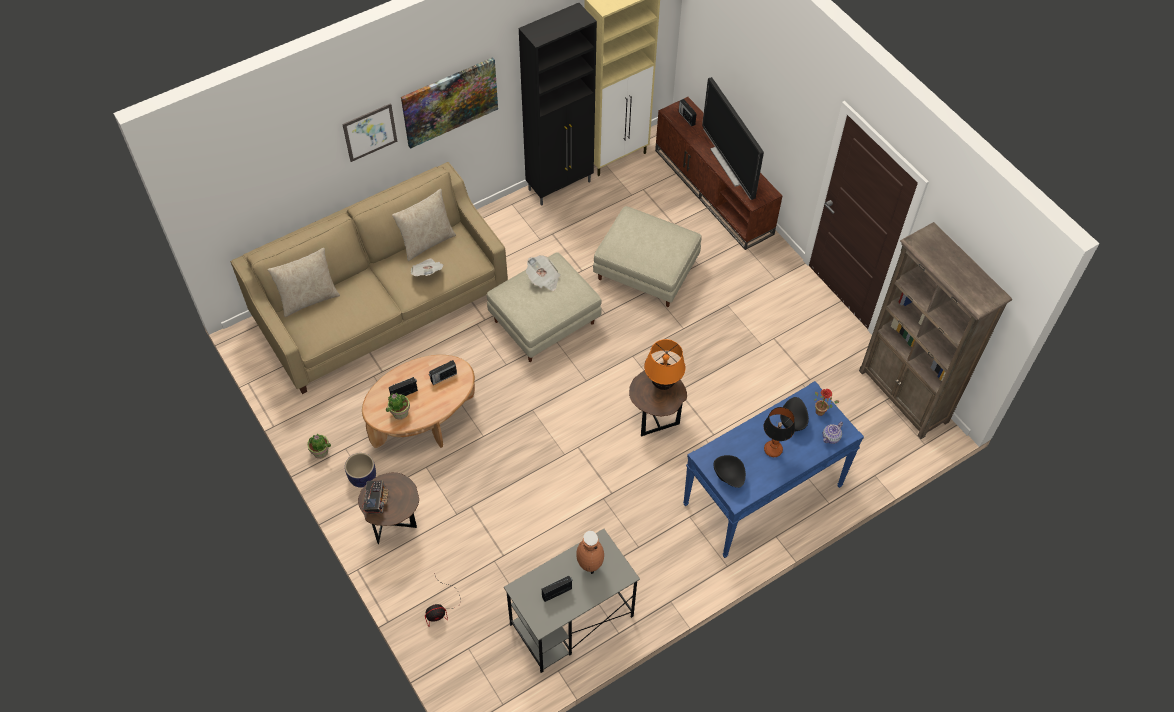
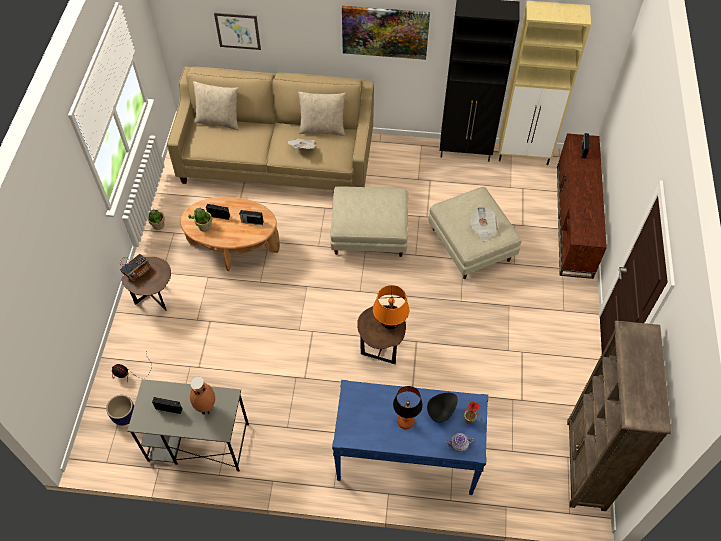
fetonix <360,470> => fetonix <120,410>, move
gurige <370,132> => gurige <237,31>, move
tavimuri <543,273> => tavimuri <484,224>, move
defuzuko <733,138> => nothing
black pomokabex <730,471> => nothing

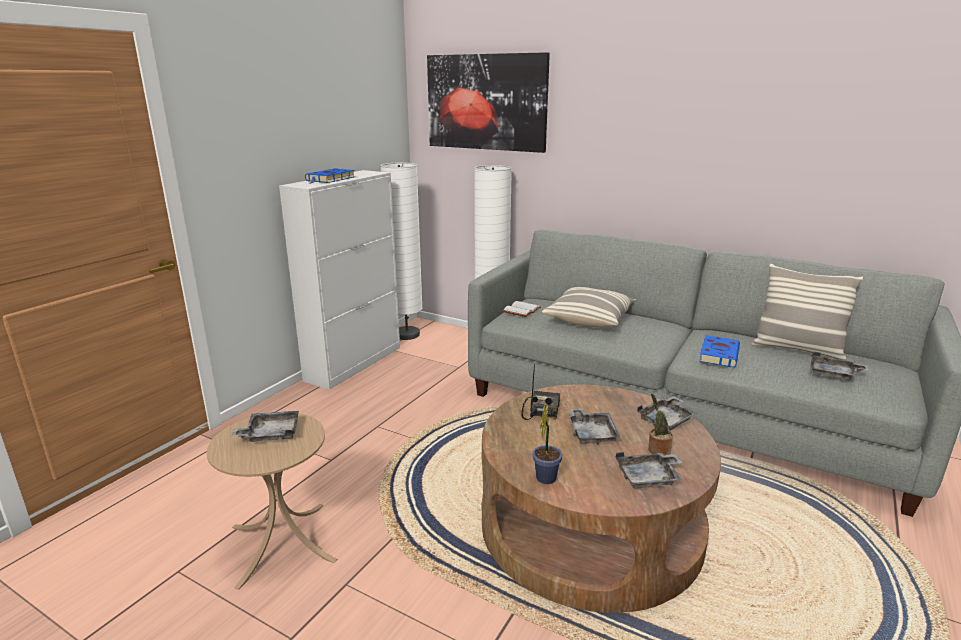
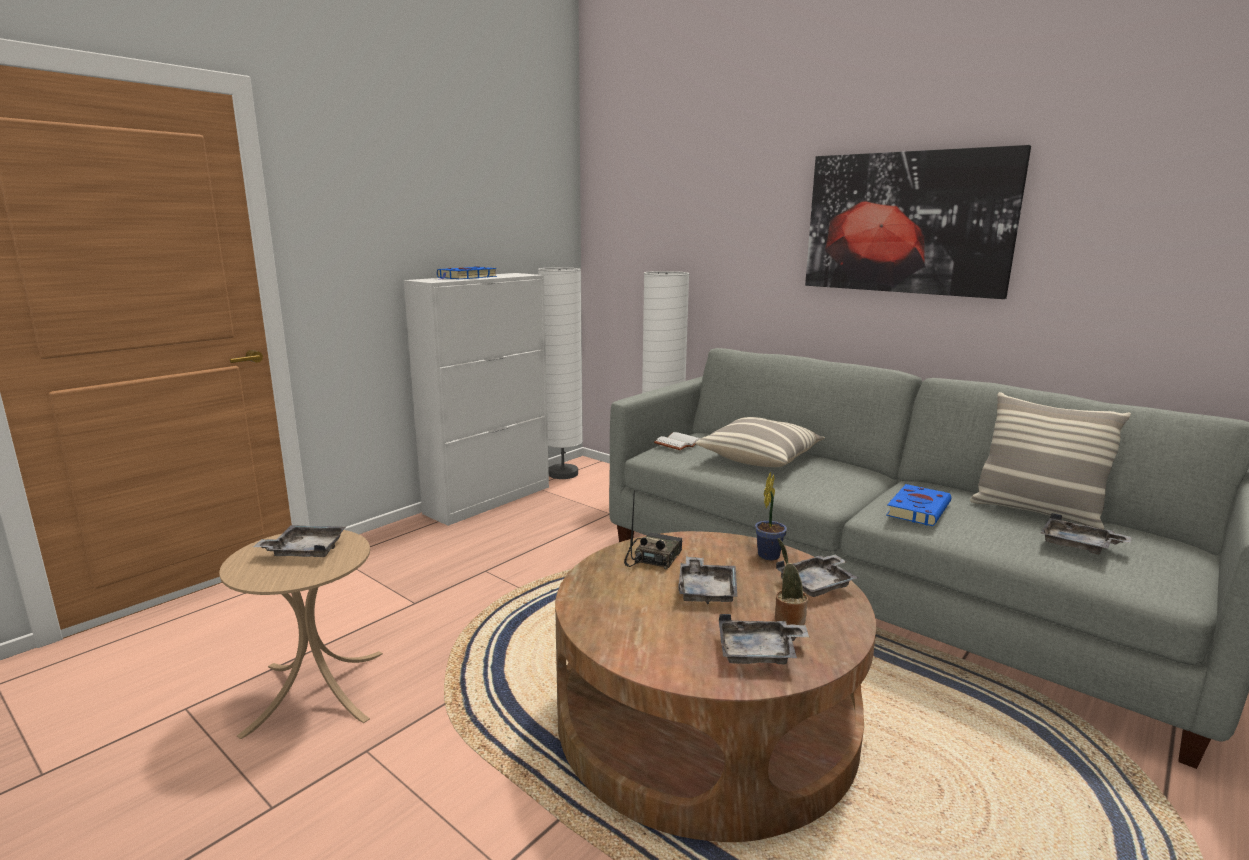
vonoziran <547,444> => vonoziran <771,516>, move
gurige <488,102> => gurige <918,222>, move

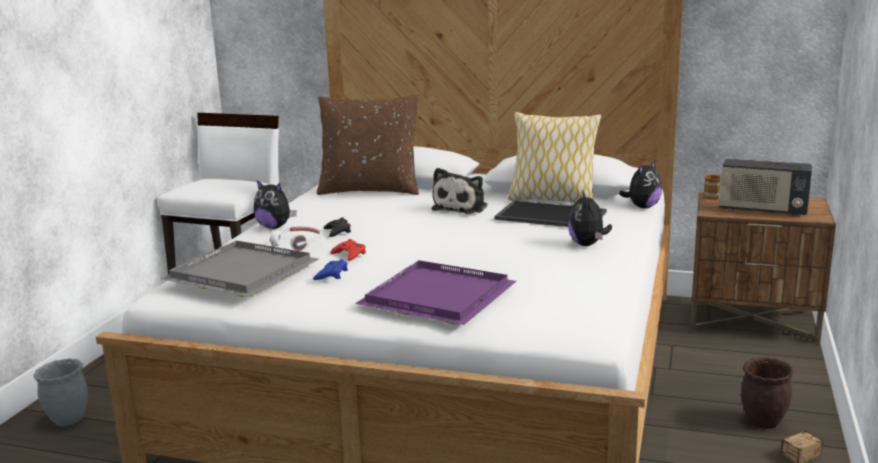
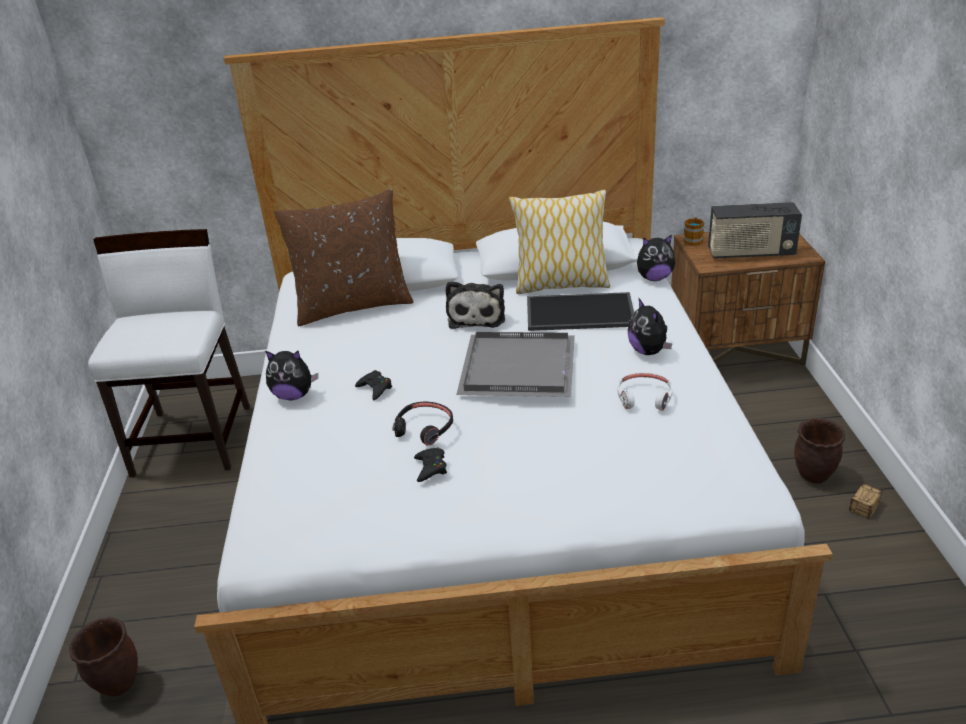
grey fetonix <61,392> => brown fetonix <103,656>
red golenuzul <348,250> => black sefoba <422,423>
blue golenuzul <330,269> => black golenuzul <430,464>
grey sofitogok <239,269> => grey sofitogok <515,364>, move
white sefoba <295,238> => white sefoba <645,391>, move
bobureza <640,184> => bobureza <656,258>, 60 degrees clockwise
purple sofitogok <435,292> => nothing

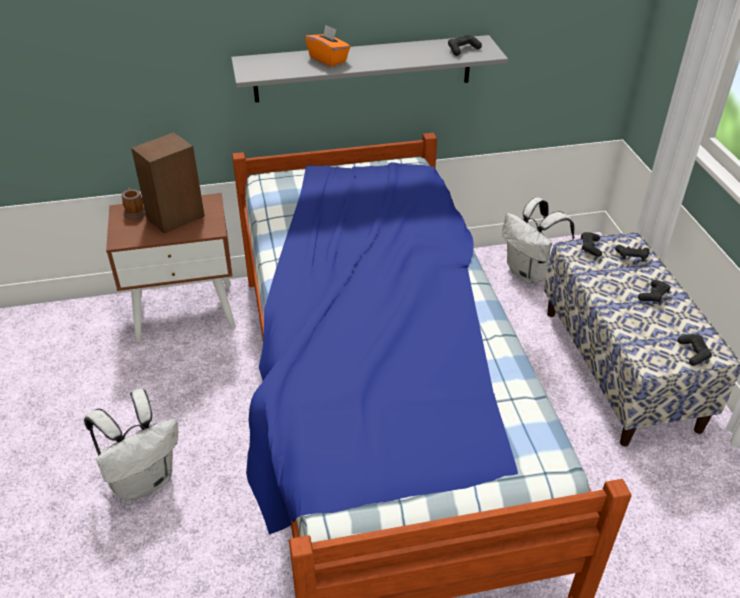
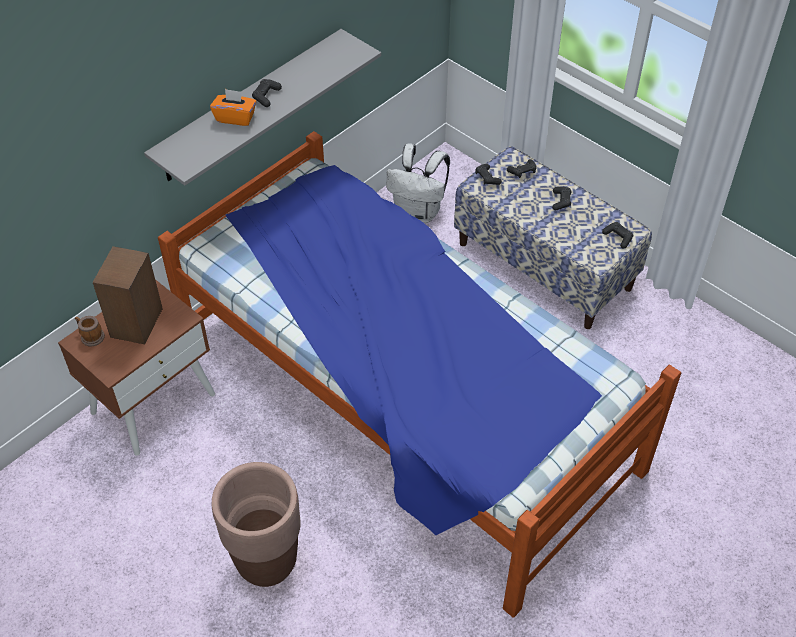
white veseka <131,445> => brown fetonix <256,524>
black golenuzul <465,45> => black golenuzul <267,93>, move

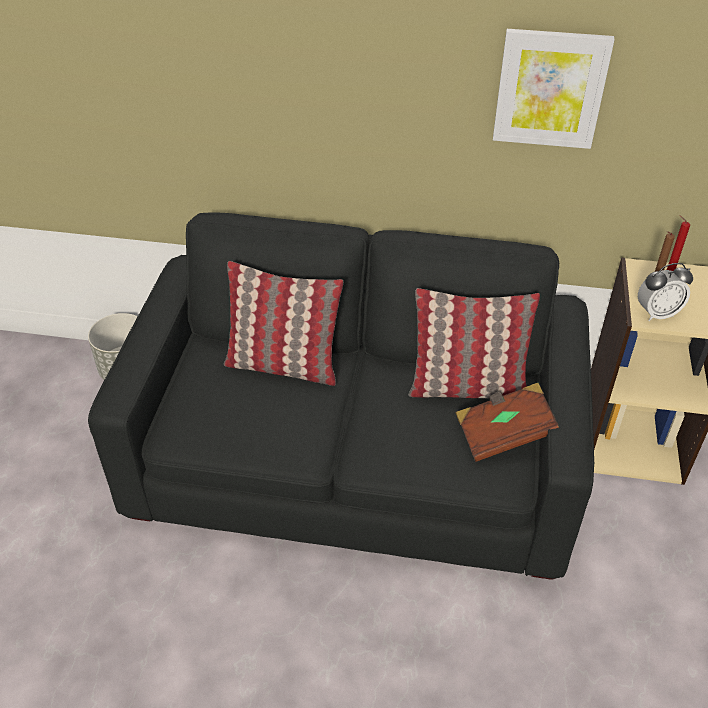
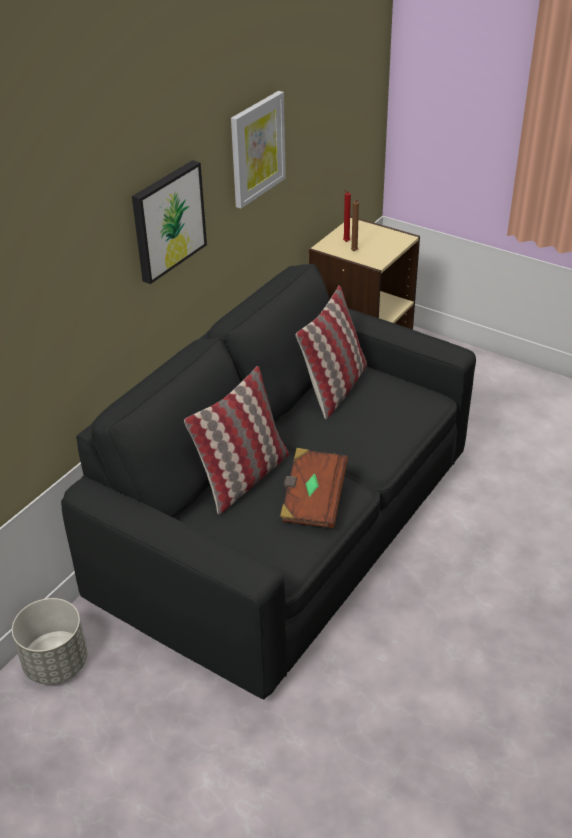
nothing => gurige <169,222>
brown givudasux <507,422> => brown givudasux <314,488>, move
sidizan <665,292> => nothing

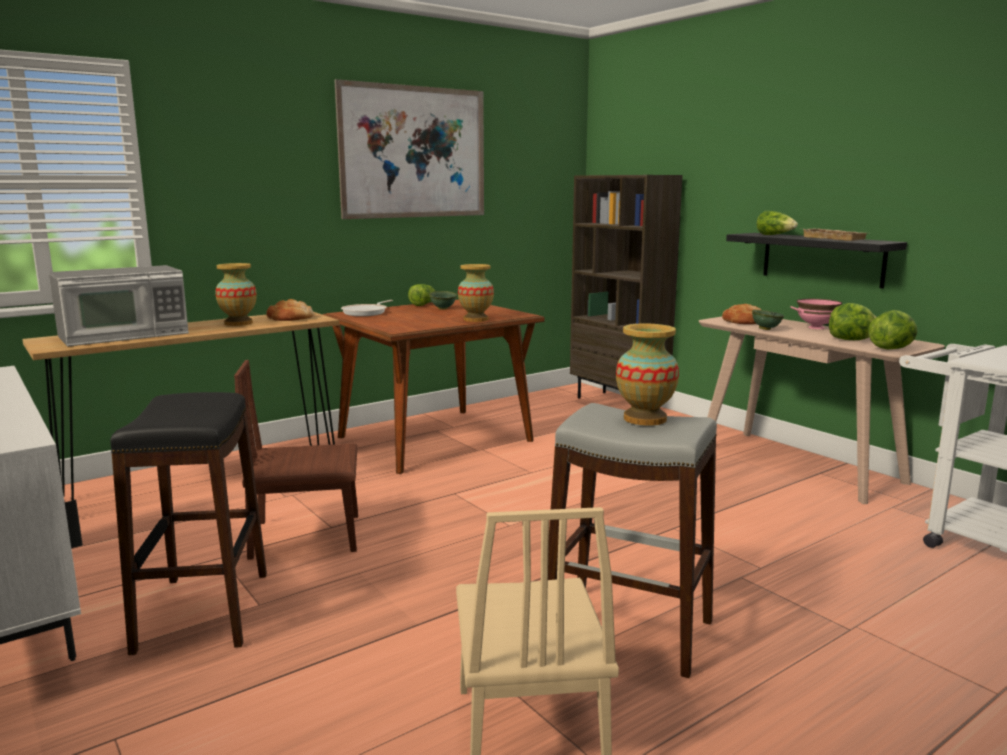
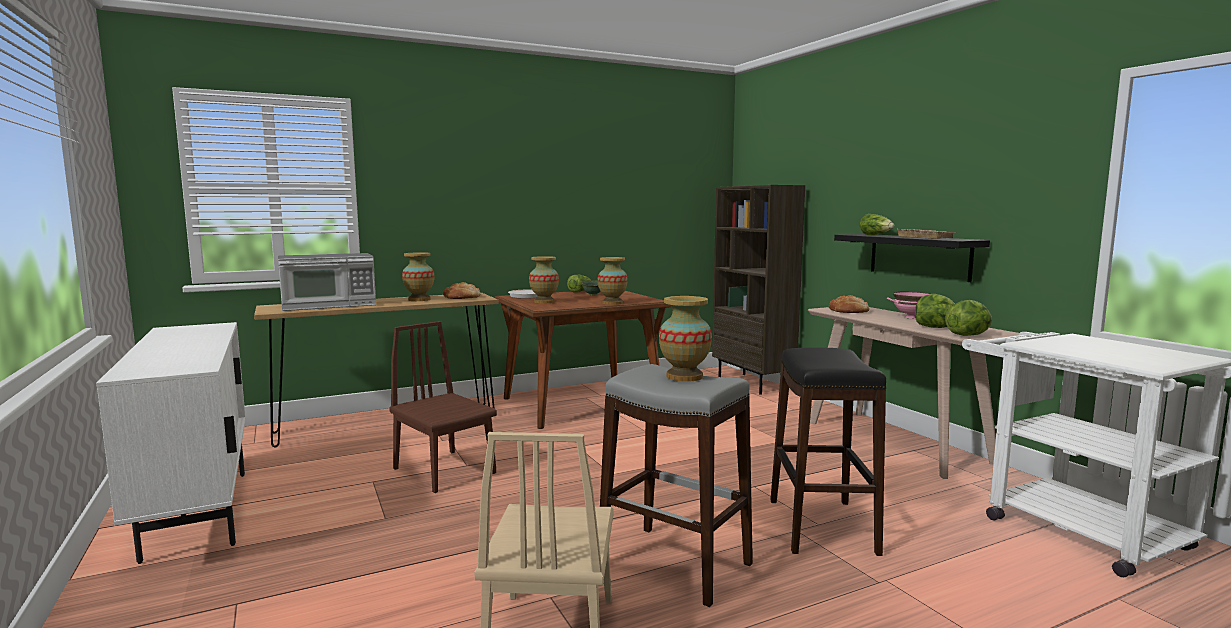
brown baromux <296,460> => brown baromux <443,407>, 45 degrees clockwise
nothing => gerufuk <544,280>
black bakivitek <188,523> => black bakivitek <828,451>, move
gurige <409,149> => nothing
green pomokabex <768,320> => nothing

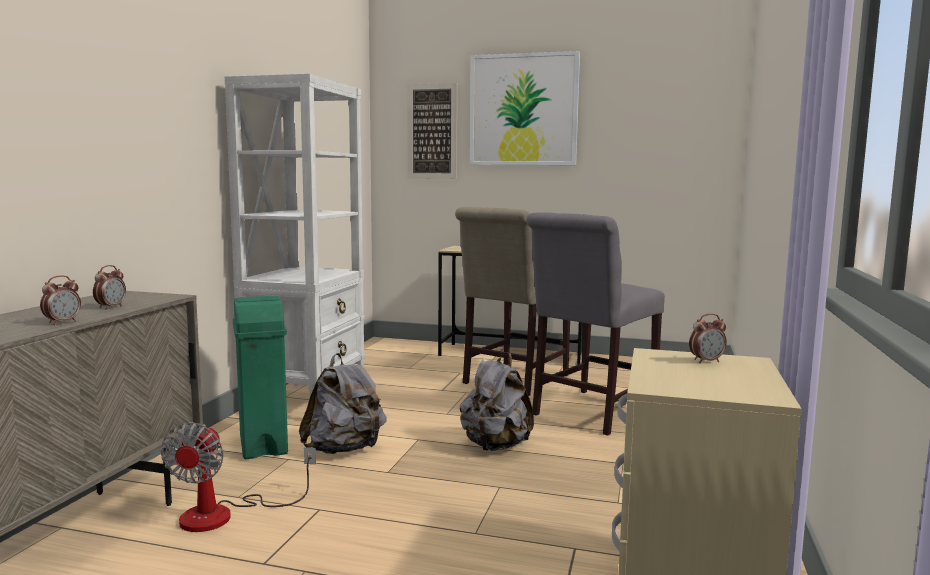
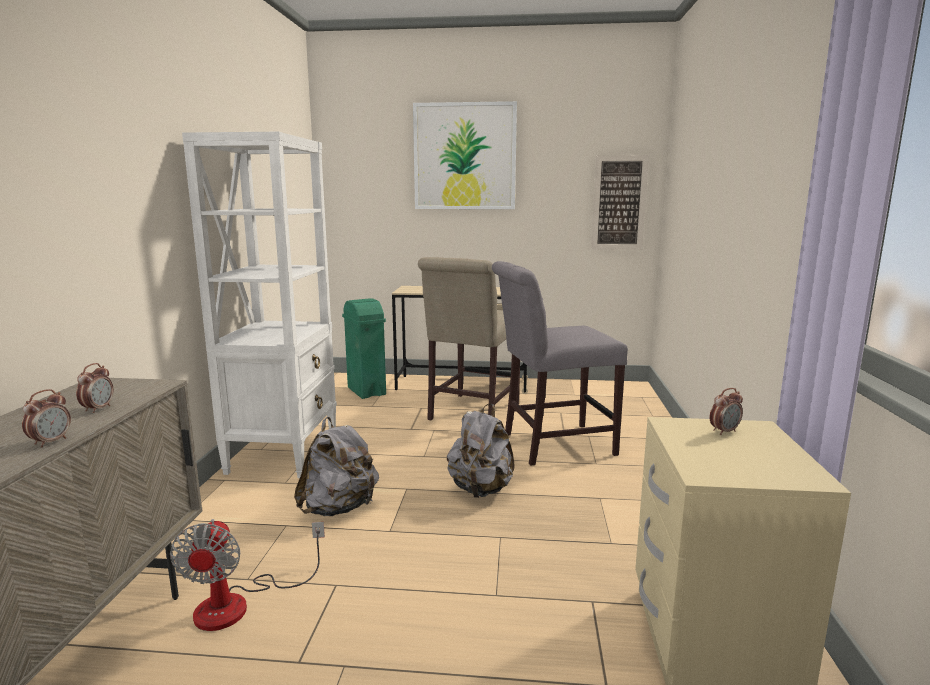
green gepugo <260,377> => green gepugo <364,348>, move
grey baromux <595,324> => grey baromux <560,363>, 45 degrees clockwise
gurige <432,131> => gurige <620,202>, move

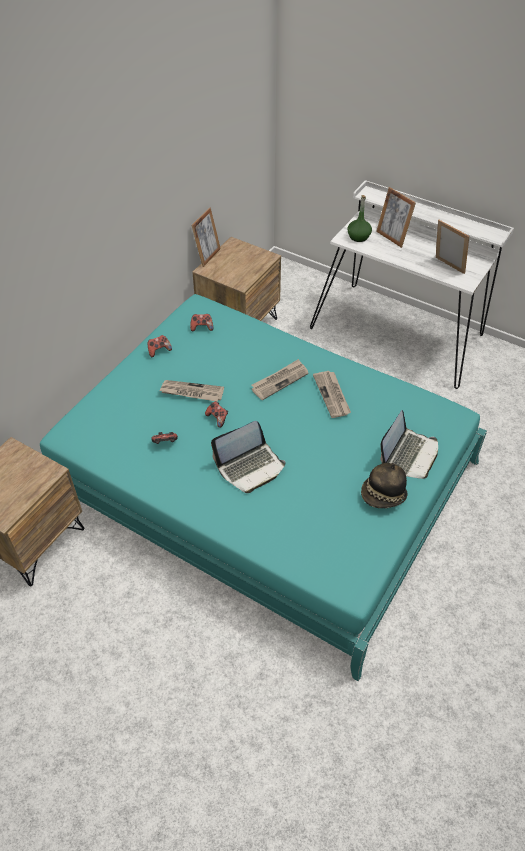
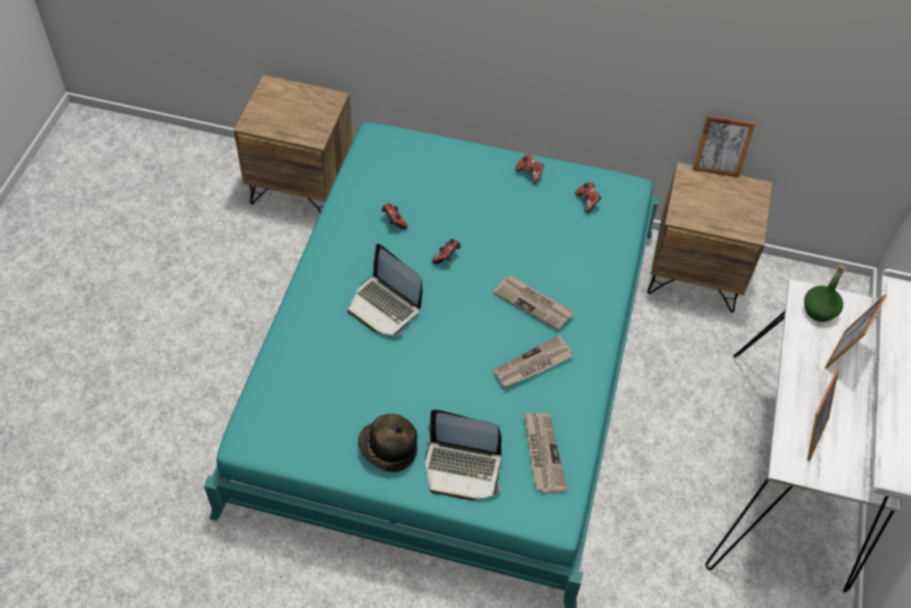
tavimuri <191,391> => tavimuri <545,453>, move

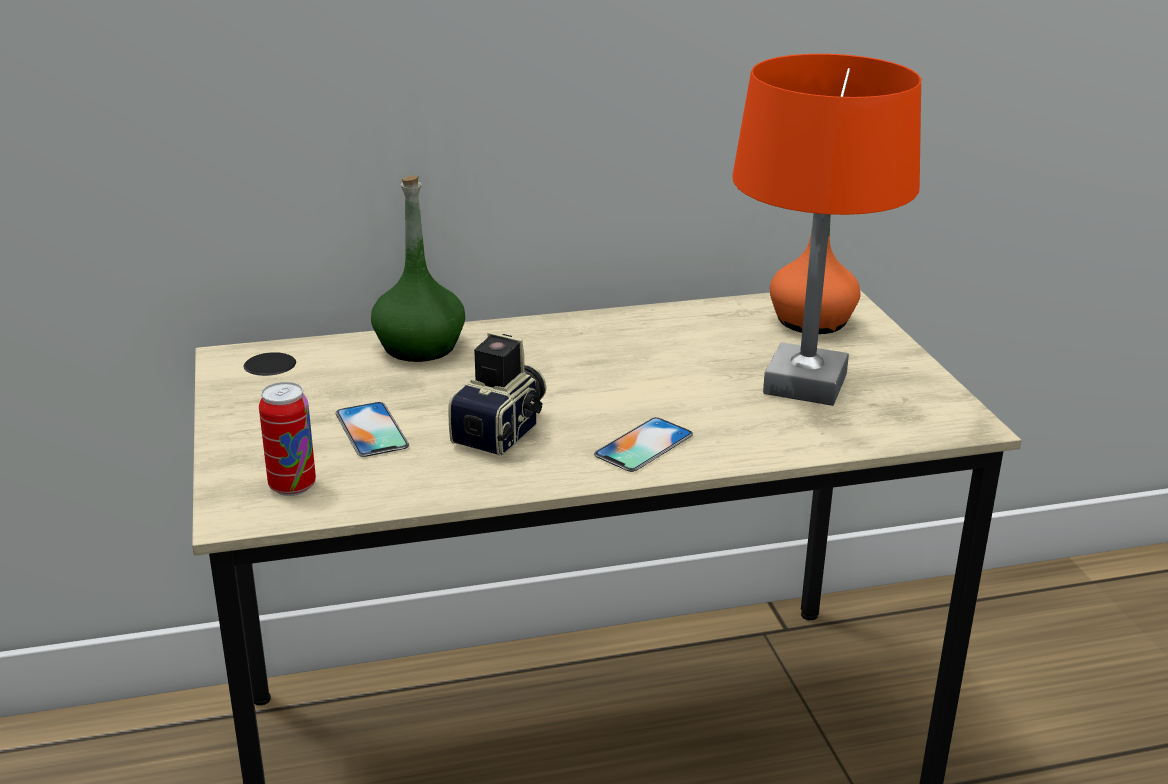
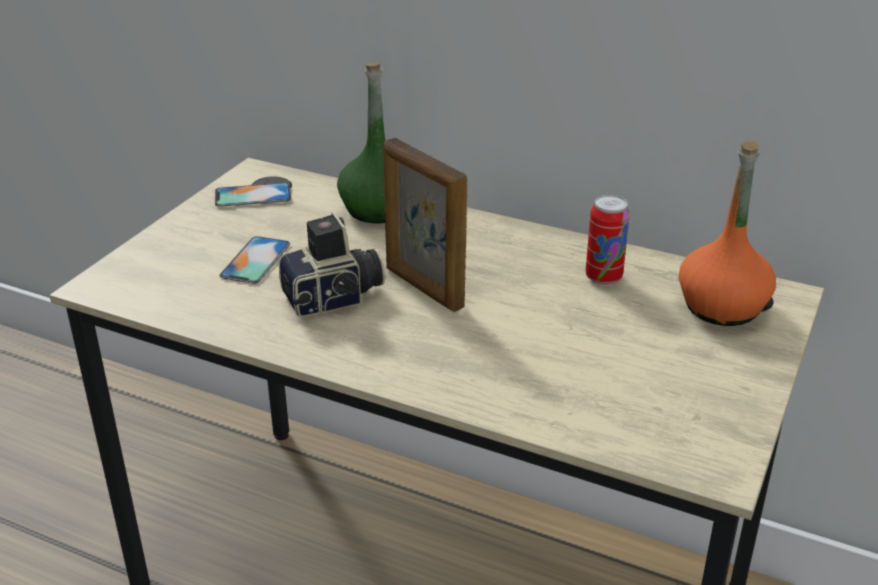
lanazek <643,444> => lanazek <253,195>, move
nothing => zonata <425,225>
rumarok <287,439> => rumarok <607,240>, move
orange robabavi <826,230> => nothing

